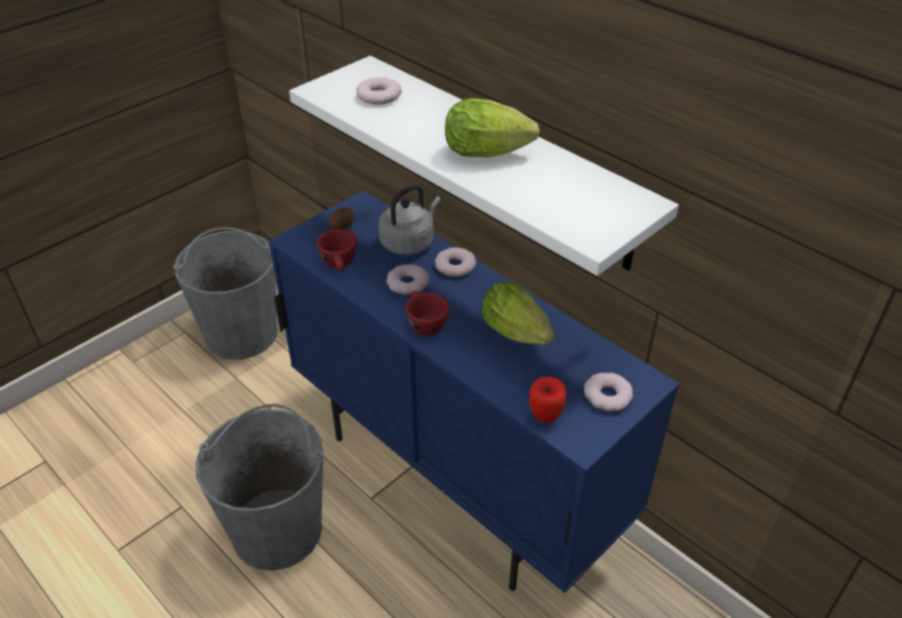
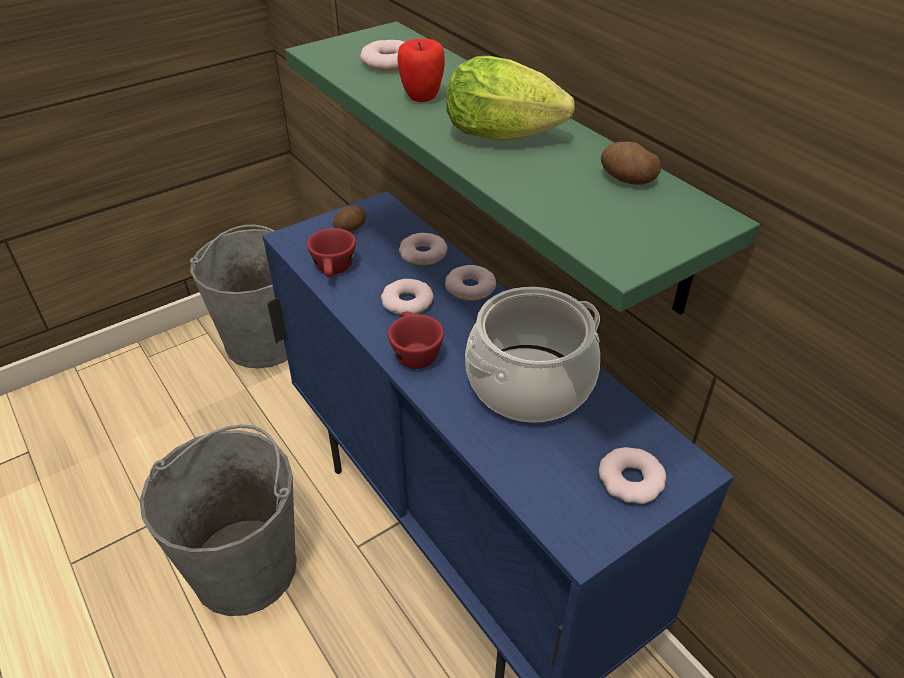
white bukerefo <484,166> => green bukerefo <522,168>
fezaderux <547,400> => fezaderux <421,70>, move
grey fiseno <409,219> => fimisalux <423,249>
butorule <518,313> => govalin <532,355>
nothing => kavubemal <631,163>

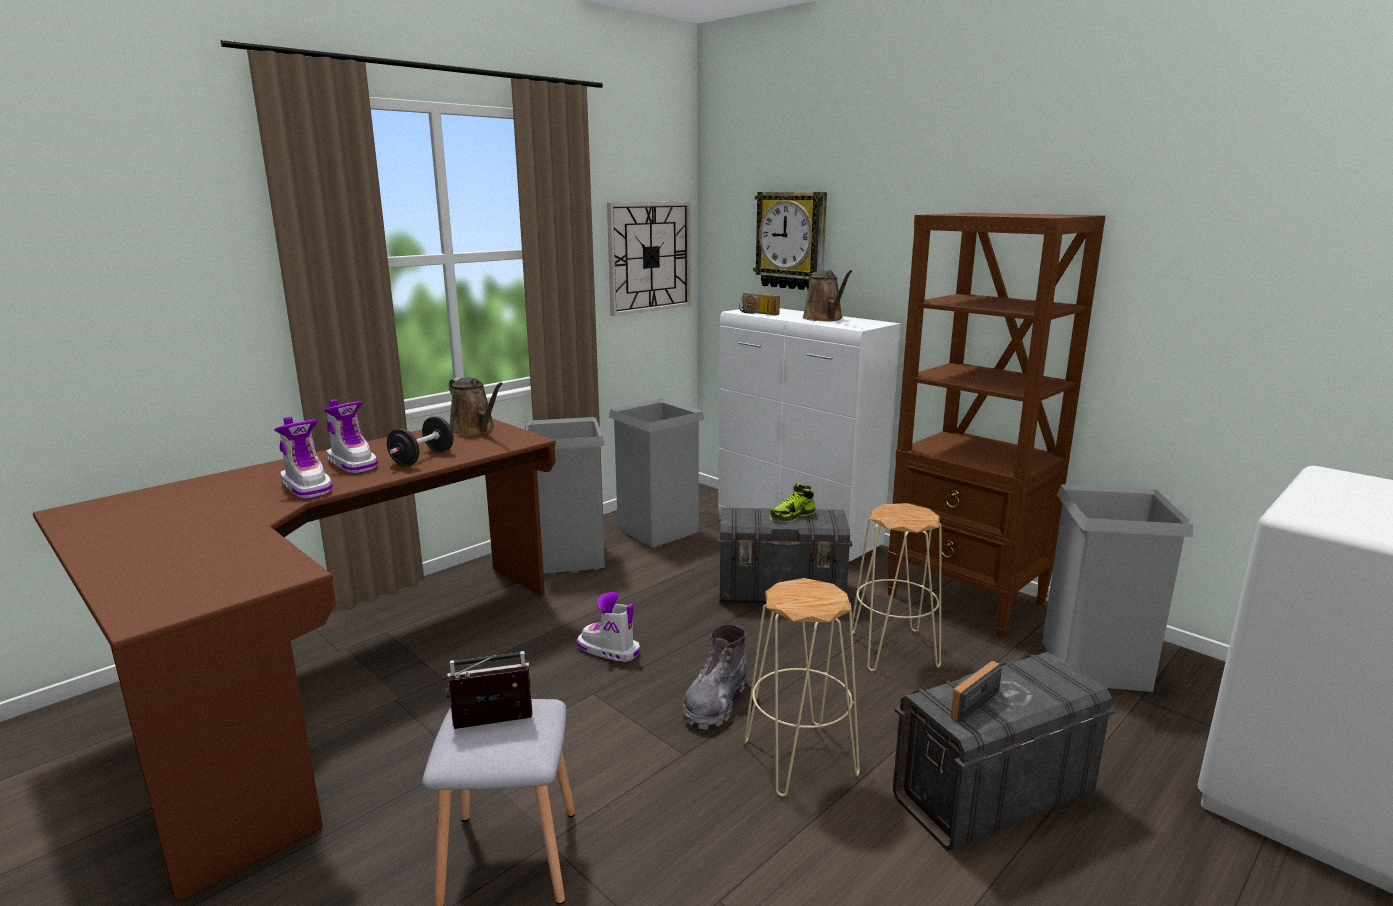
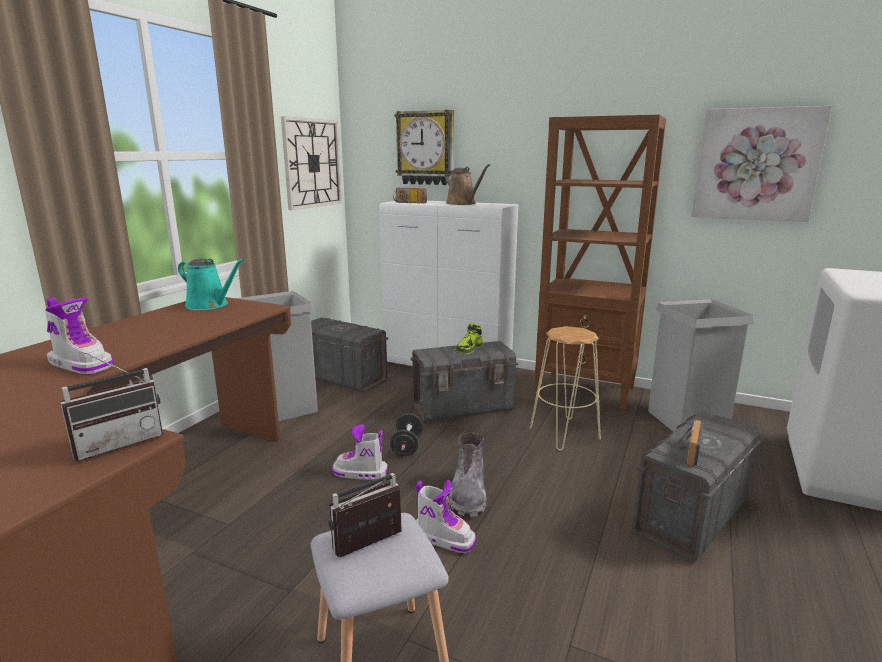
nothing => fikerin <111,406>
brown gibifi <476,406> => turquoise gibifi <211,284>
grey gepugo <656,473> => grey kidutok <349,355>
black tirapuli <420,441> => black tirapuli <406,434>, move
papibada <351,436> => papibada <446,516>, move
nothing => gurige <761,164>
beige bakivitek <801,687> => nothing

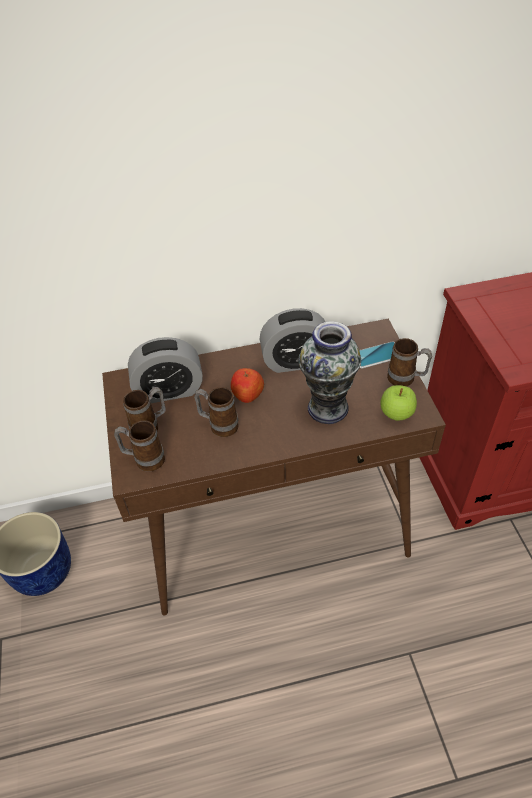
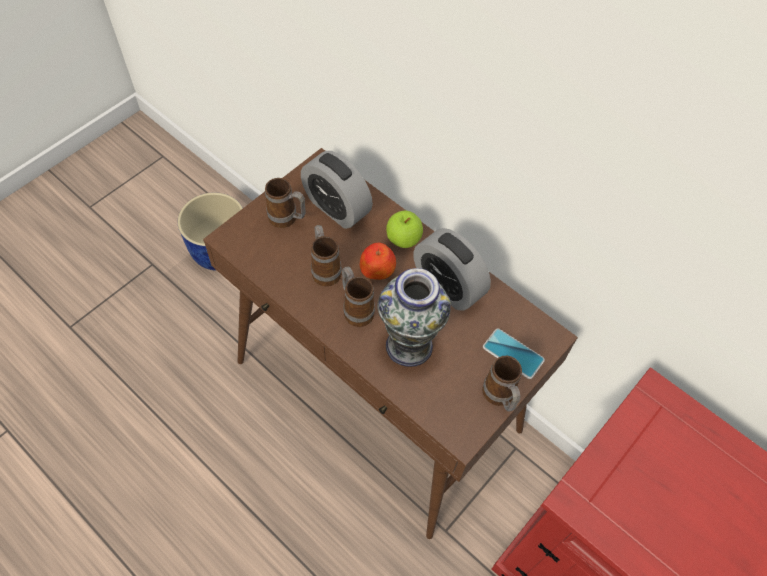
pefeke <139,446> => pefeke <358,297>, move
fezaderux <398,403> => fezaderux <404,229>, move

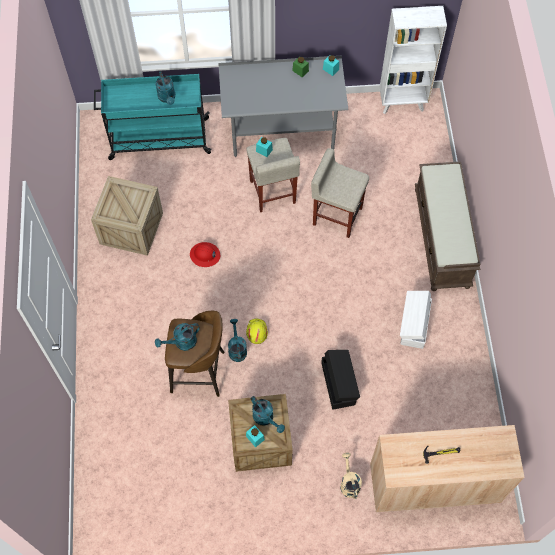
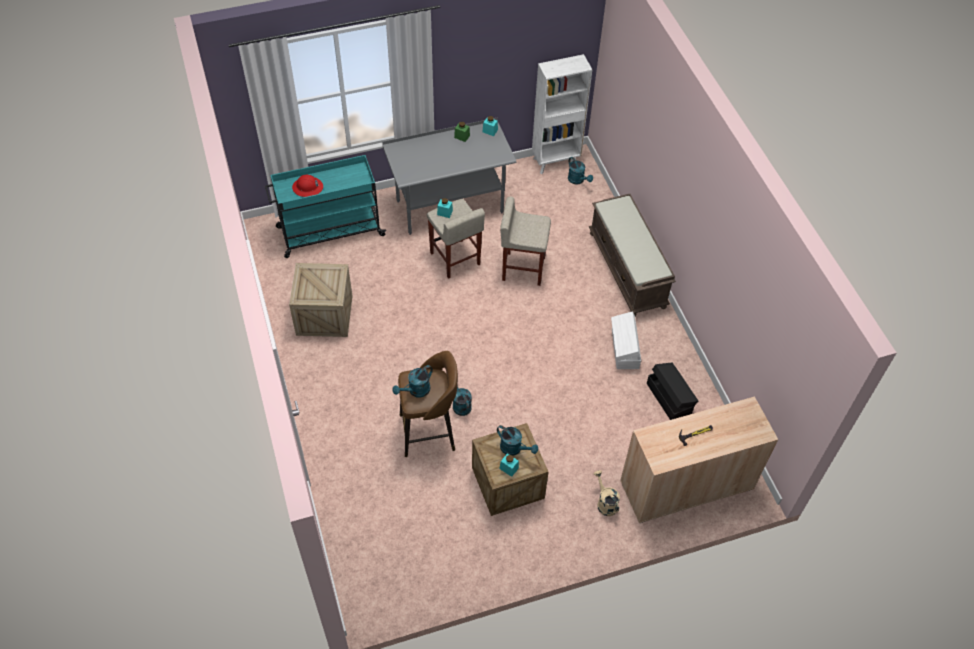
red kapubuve <205,254> => red kapubuve <307,186>, move
turquoise gibifi <165,88> => turquoise gibifi <580,171>, move
black kidutok <340,380> => black kidutok <672,391>, move
yellow kapubuve <257,331> => nothing

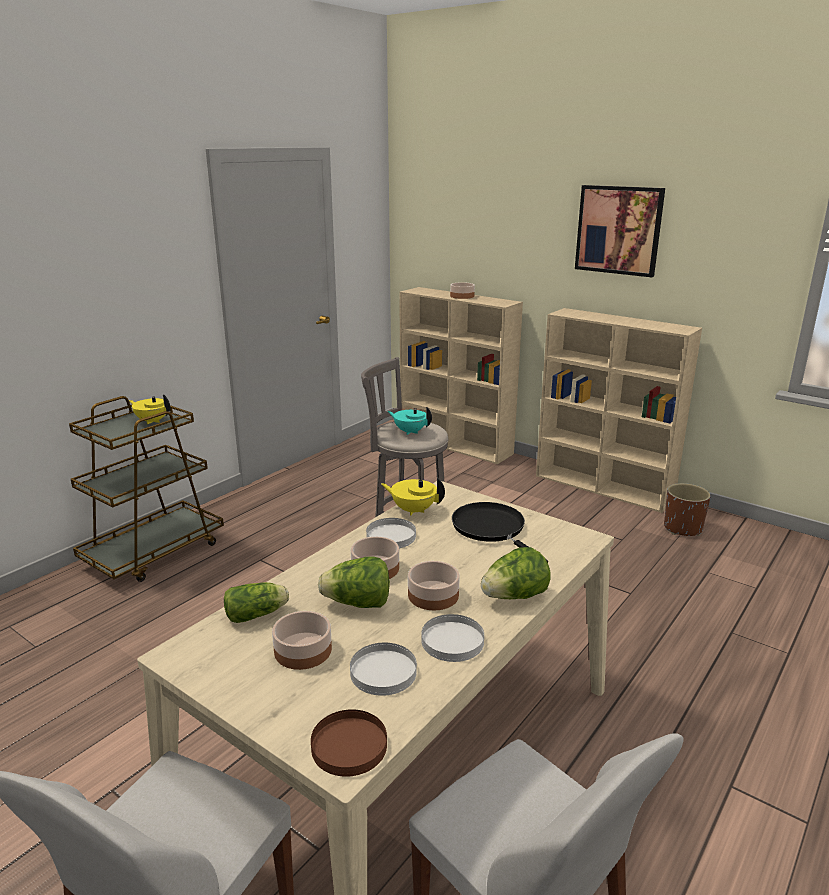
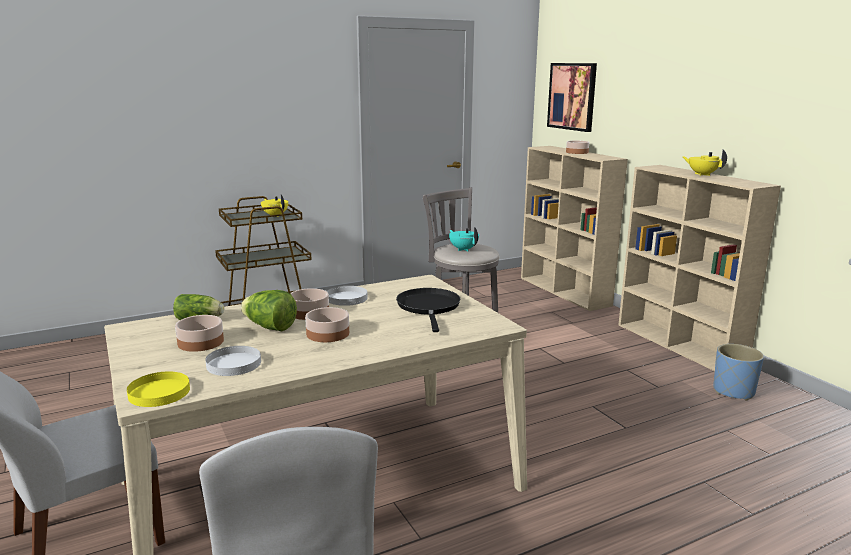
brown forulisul <349,743> => yellow forulisul <158,389>
gurige <620,231> => gurige <572,97>, move
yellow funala <413,497> => yellow funala <704,162>, move
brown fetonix <687,509> => blue fetonix <738,372>
white forulisul <452,638> => nothing
butorule <516,573> => nothing

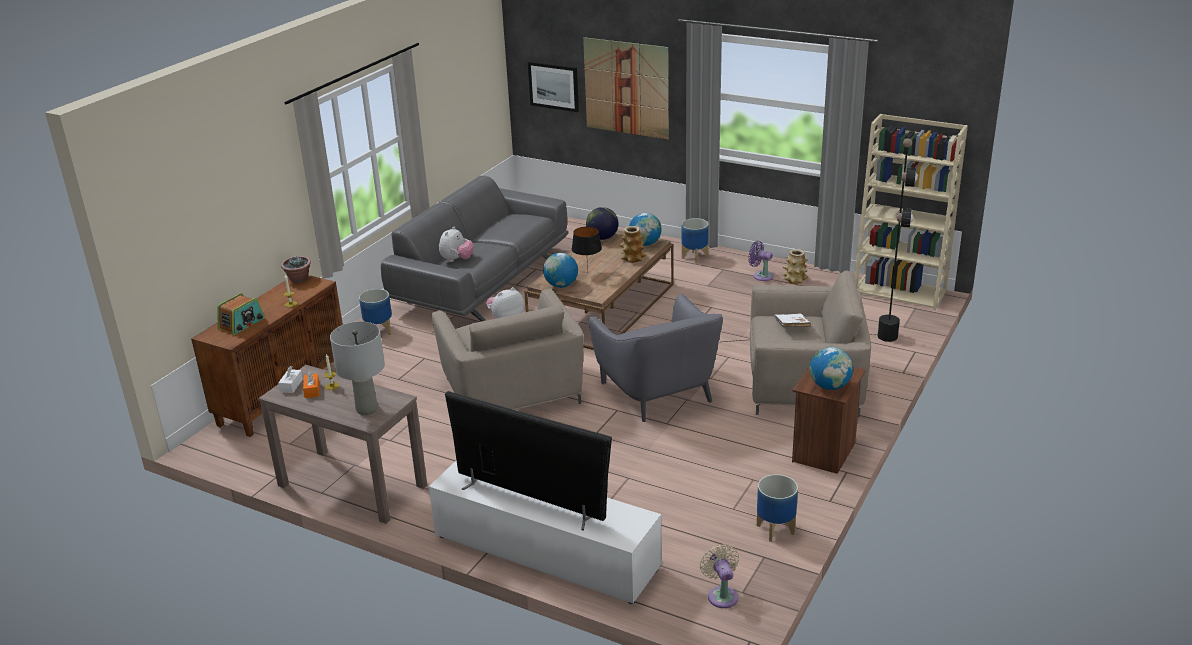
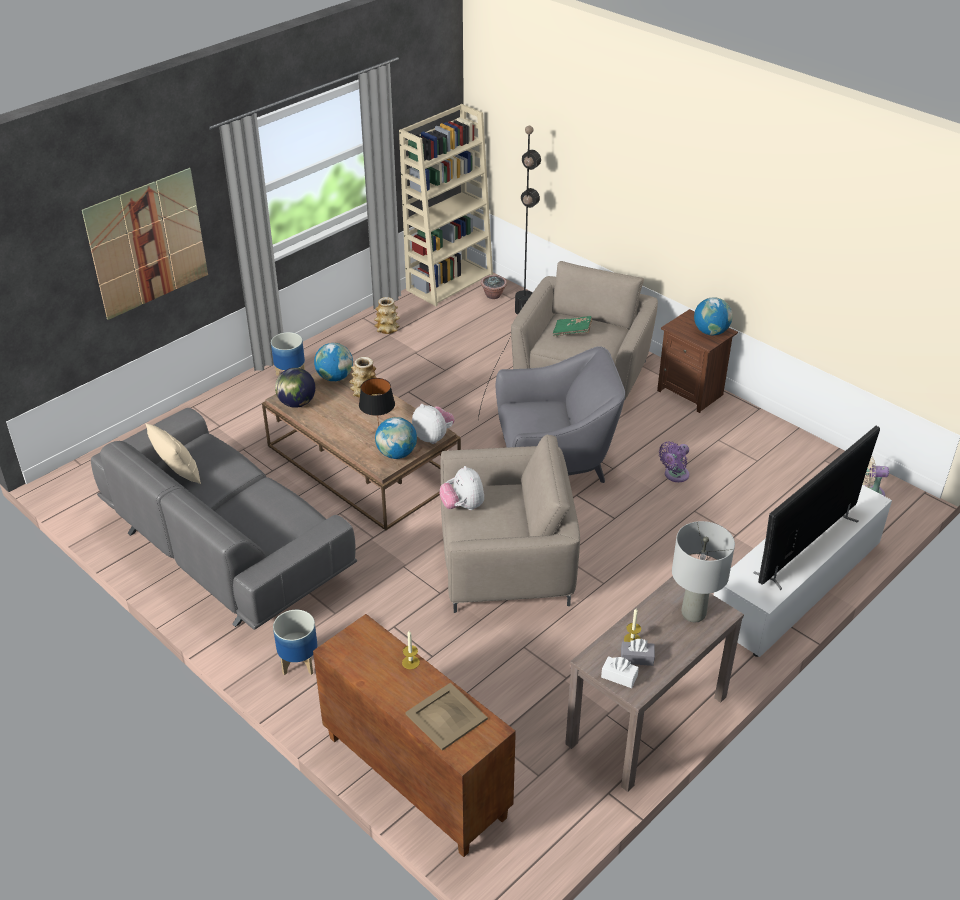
nothing => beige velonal <173,453>
fikerin <241,314> => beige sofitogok <446,716>
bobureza <456,244> => bobureza <433,424>, move
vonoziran <296,269> => vonoziran <494,287>, move
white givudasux <792,320> => green givudasux <572,326>
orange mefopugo <311,384> => grey mefopugo <638,652>
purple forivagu <761,261> => purple forivagu <674,461>, move
gurige <553,86> => nothing
fetonix <777,508> => nothing

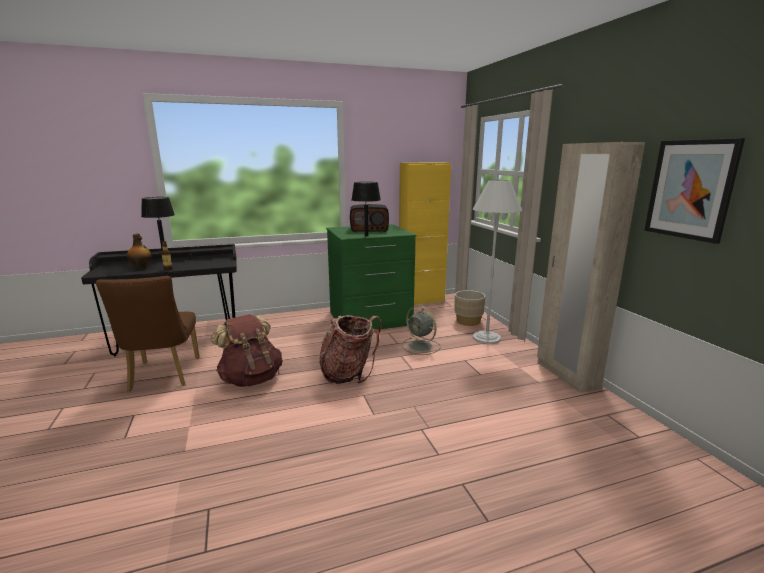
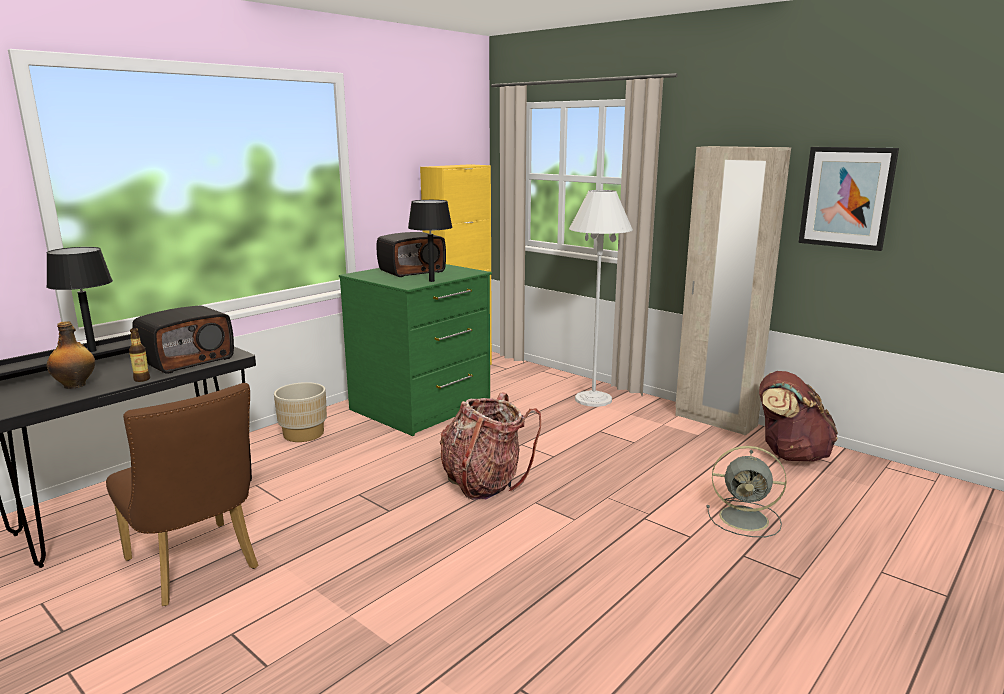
nothing => fikerin <183,340>
beige fetonix <470,308> => beige fetonix <300,412>, move
grey forivagu <421,330> => grey forivagu <747,491>, move
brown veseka <247,350> => brown veseka <798,416>, move

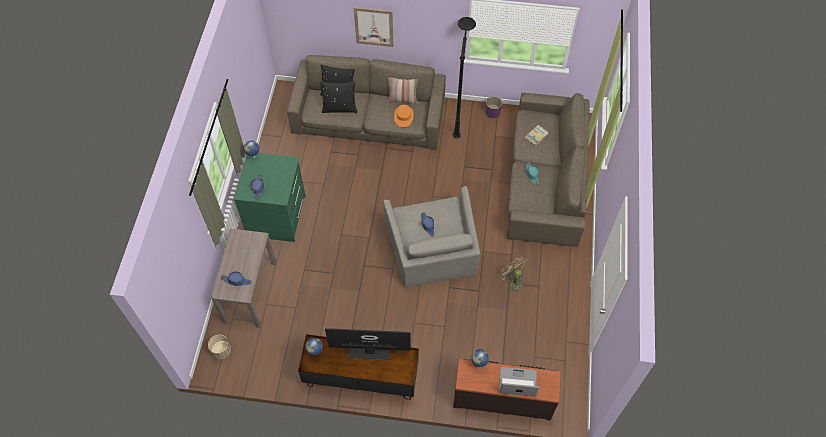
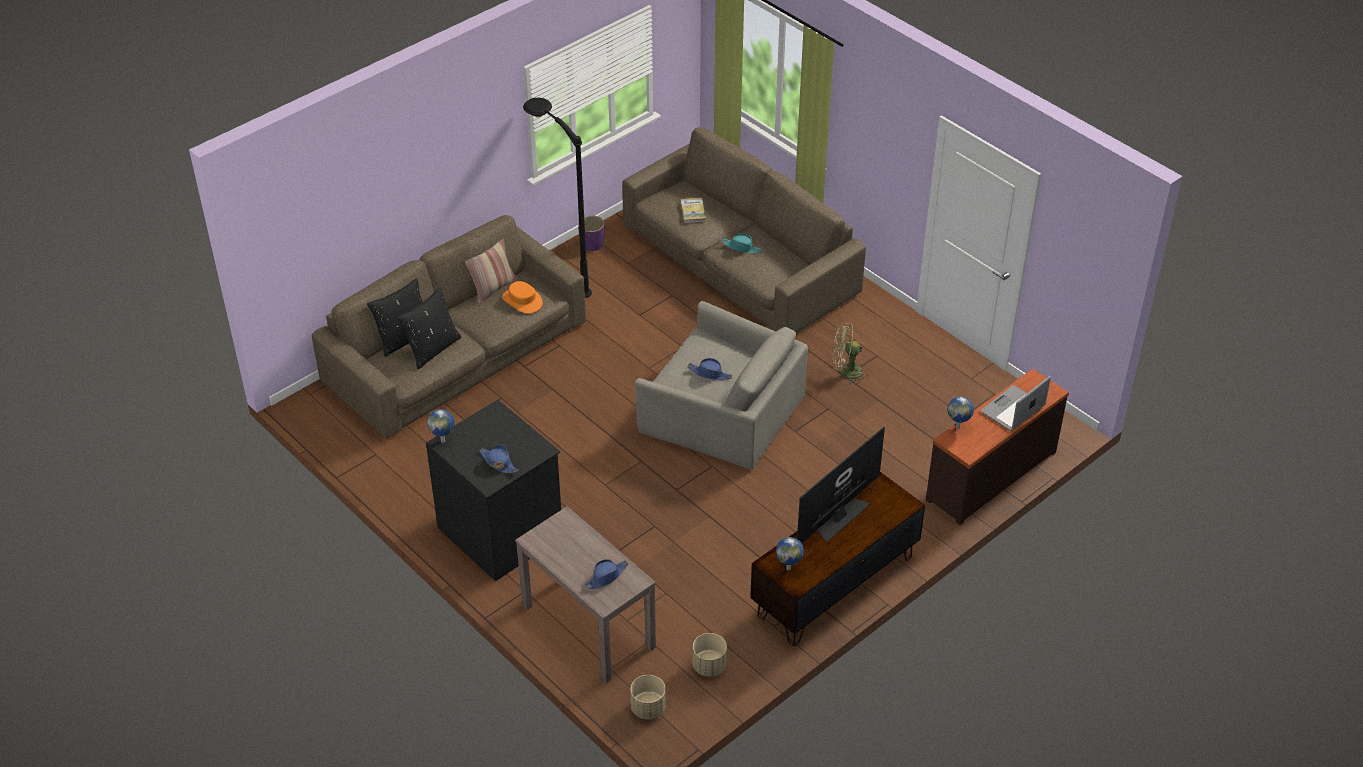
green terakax <270,197> => black terakax <493,490>
nothing => beige fetonix <710,655>
gurige <373,27> => nothing

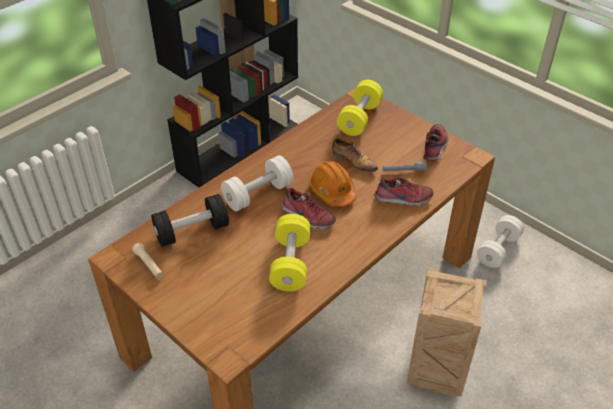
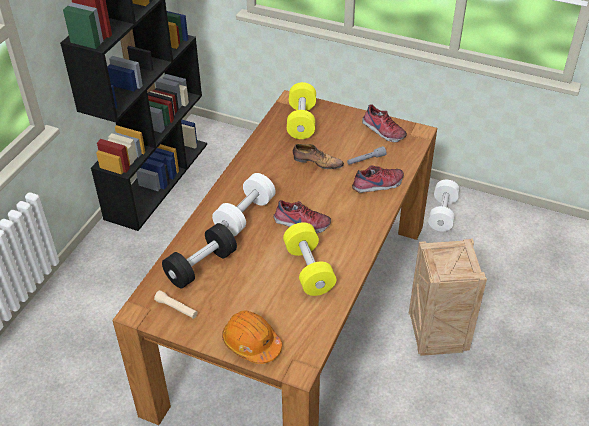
orange kapubuve <333,184> => orange kapubuve <252,337>, move
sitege <435,142> => sitege <384,123>, 135 degrees clockwise

